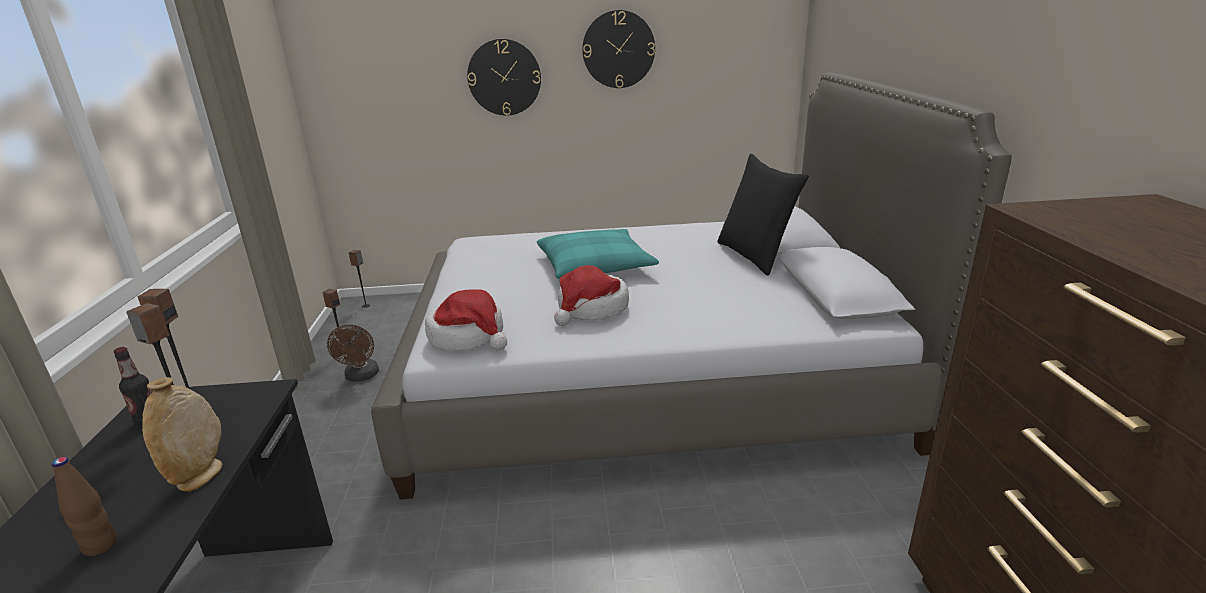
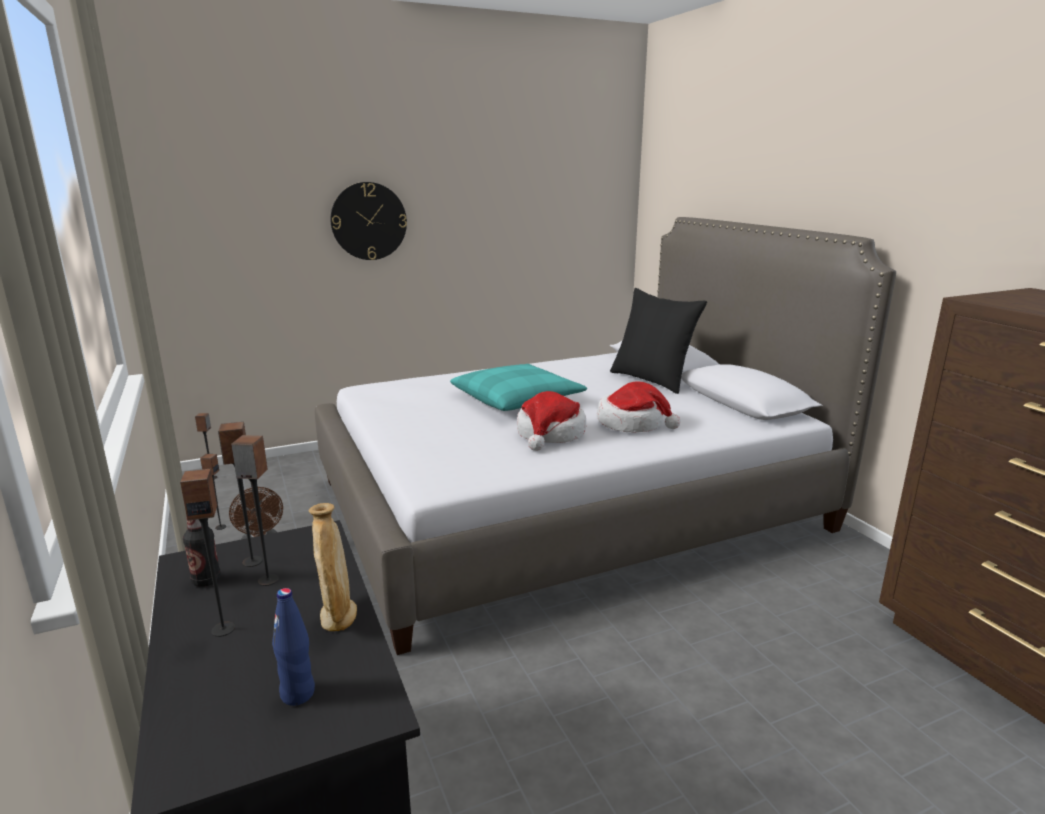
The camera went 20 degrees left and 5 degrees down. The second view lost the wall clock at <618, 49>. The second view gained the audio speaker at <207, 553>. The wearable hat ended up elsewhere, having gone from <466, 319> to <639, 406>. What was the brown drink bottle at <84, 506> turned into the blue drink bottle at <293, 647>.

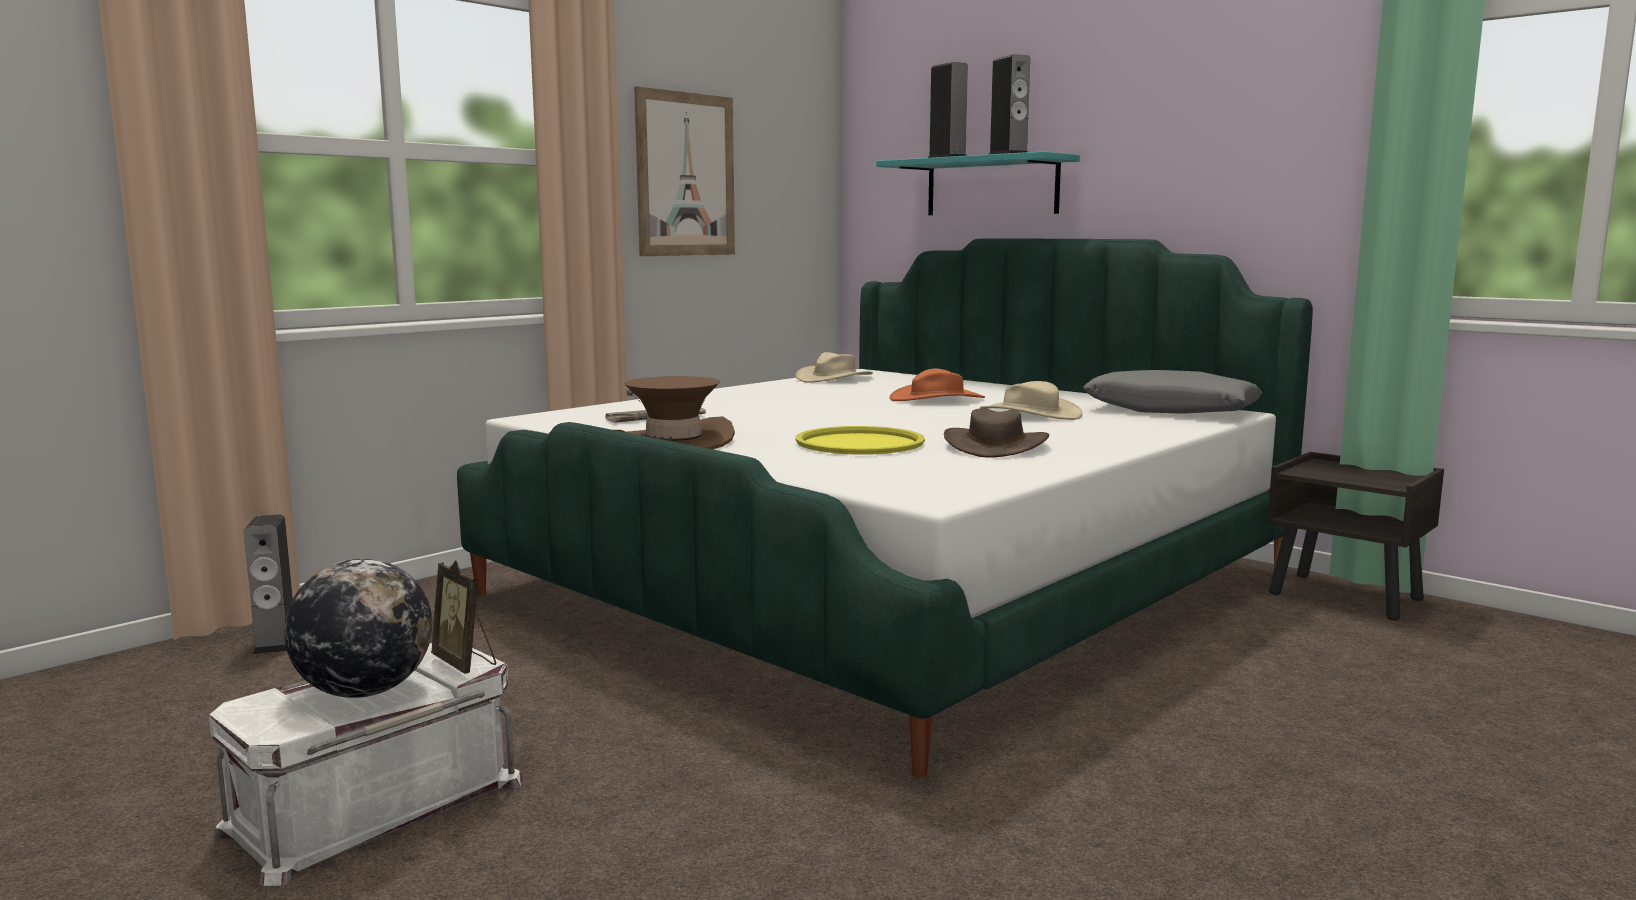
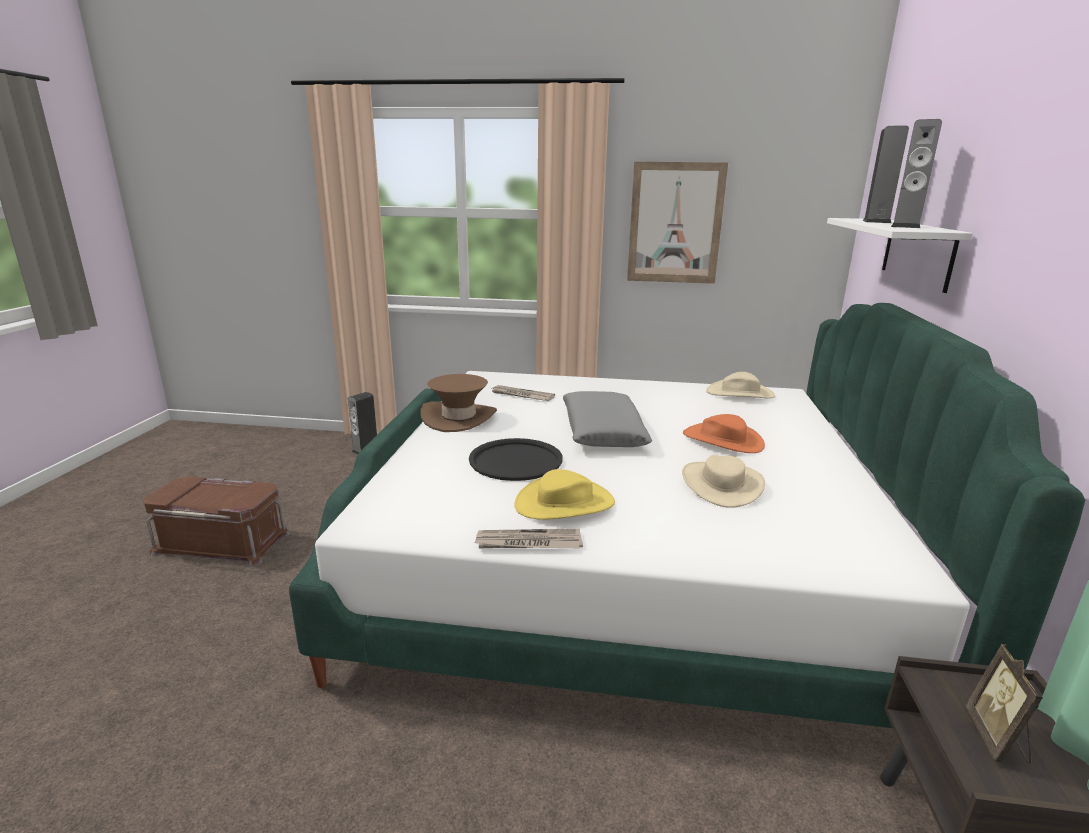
The camera went 55 degrees right and 10 degrees up. The second view lost the desk globe at <358, 628>. The second view gained the daily paper at <529, 538>. The standing frame ended up elsewhere, having gone from <463, 617> to <1004, 703>. The greyish cushion ended up elsewhere, having gone from <1173, 392> to <607, 419>. What was the white storage box at <366, 764> turned into the brown storage box at <216, 521>. What was the yellow serving tray at <860, 440> turned into the black serving tray at <516, 459>. What was the turquoise-coloured shelf at <978, 183> turned into the white shelf at <900, 255>. What was the brown wearable hat at <996, 433> turned into the yellow wearable hat at <565, 494>.

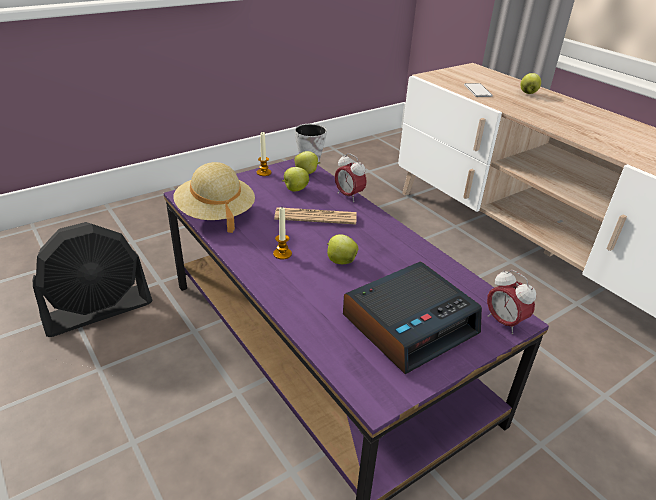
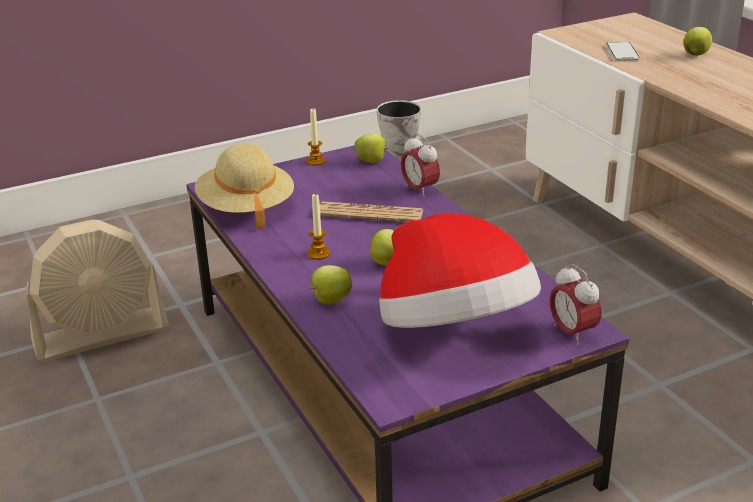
The camera went 10 degrees right and 5 degrees down. The apple fruit ended up elsewhere, having gone from <295, 179> to <330, 284>. Where the alarm clock stood at <412, 318>, the wearable hat came to stand at <460, 270>. What was the black electric fan at <93, 279> turned into the beige electric fan at <97, 291>.

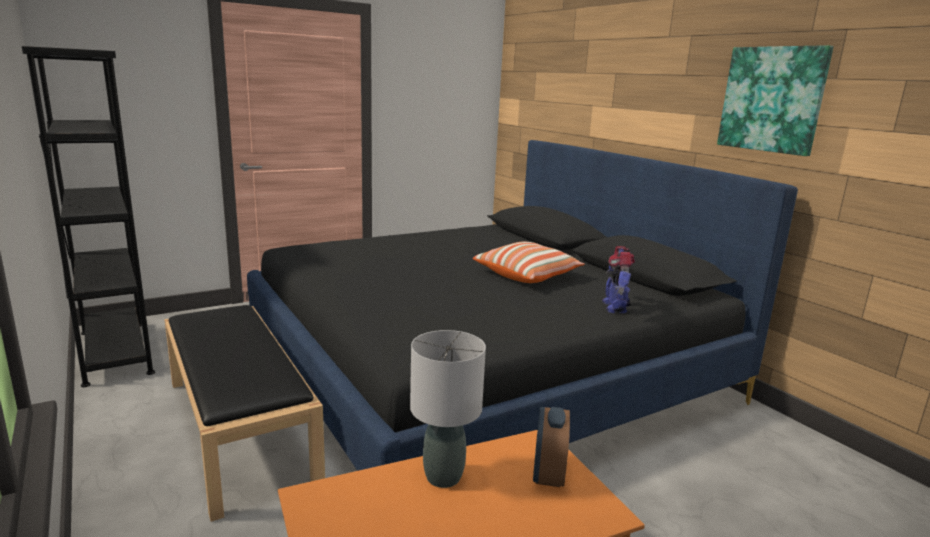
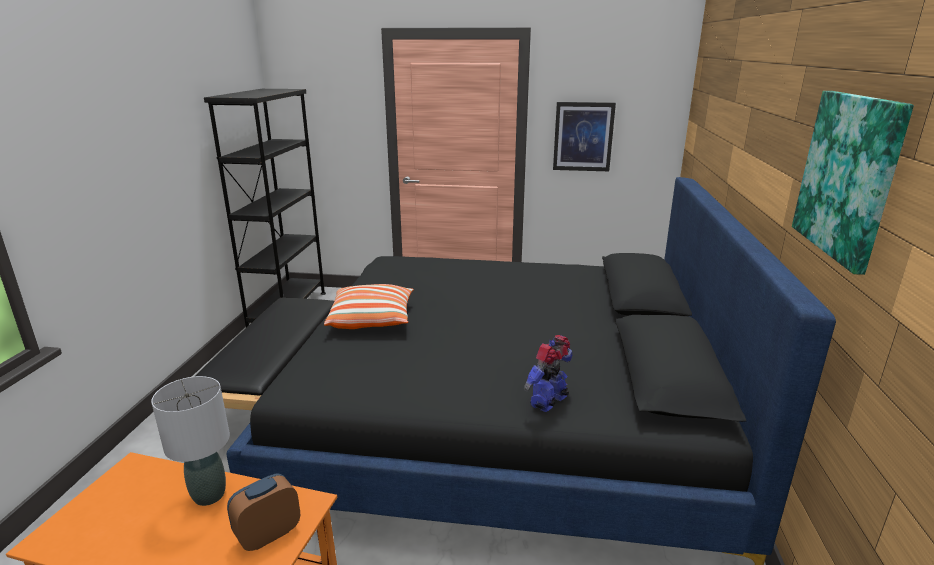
The camera went 40 degrees right and 5 degrees up. The second view gained the picture at <584, 136>. The cushion ended up elsewhere, having gone from <529, 262> to <369, 306>.

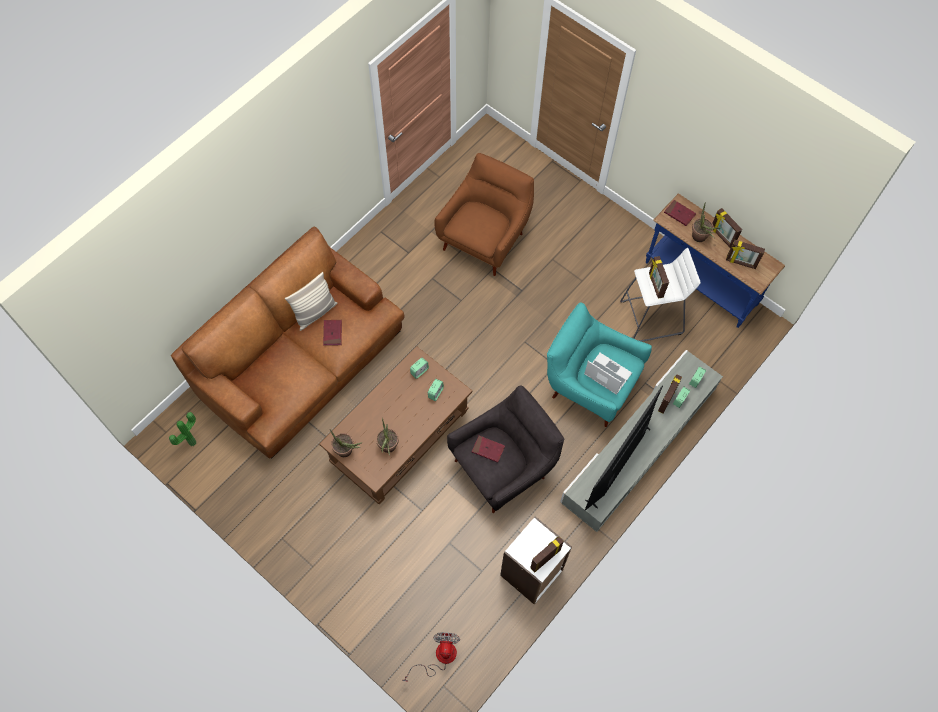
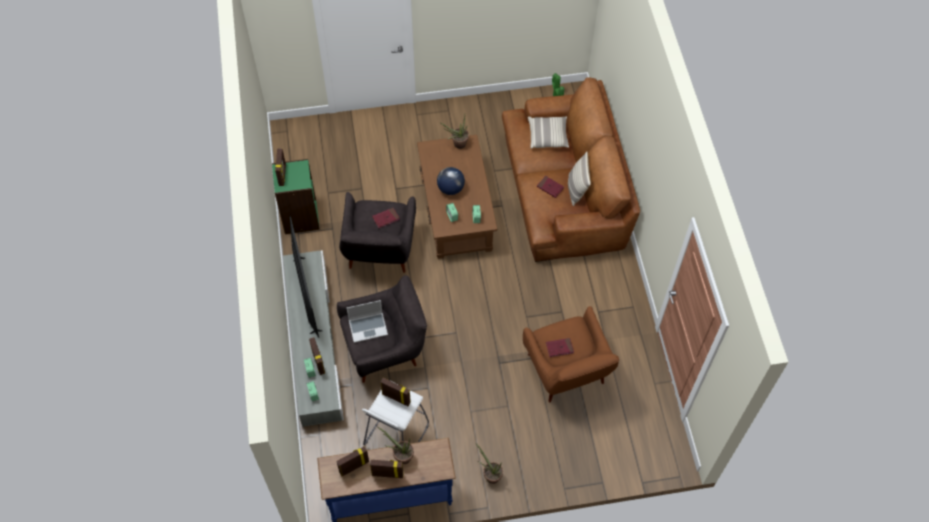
The camera went 130 degrees right and 5 degrees down. The second view lost the electric fan at <431, 656>. The second view gained the desk globe at <451, 181>. The second view gained the cushion at <548, 132>. The plant in a pot ended up elsewhere, having gone from <387, 437> to <489, 464>. The reddish volume ended up elsewhere, having gone from <680, 213> to <560, 347>. What was the white bookcase at <536, 561> turned into the greenish bookcase at <296, 196>. What was the turquoise-coloured armchair at <599, 365> turned into the greyish armchair at <382, 329>.

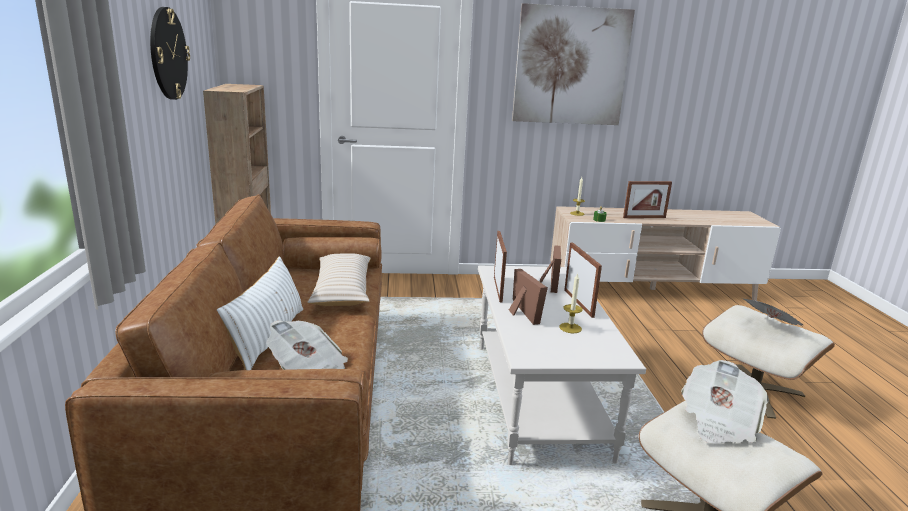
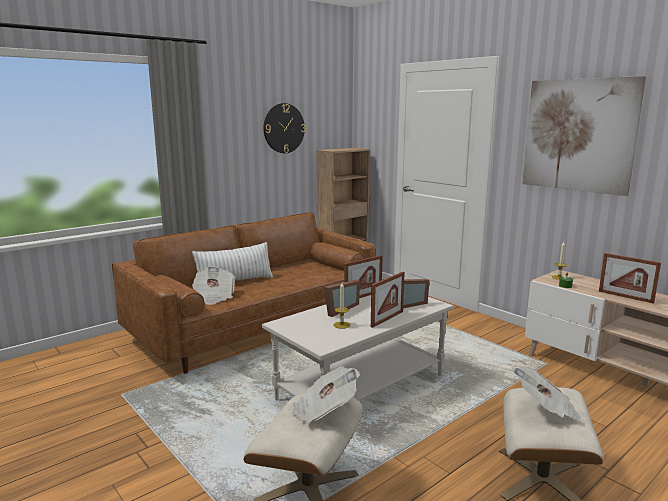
The camera went 55 degrees right and 5 degrees down. The second view lost the beige cushion at <339, 279>.

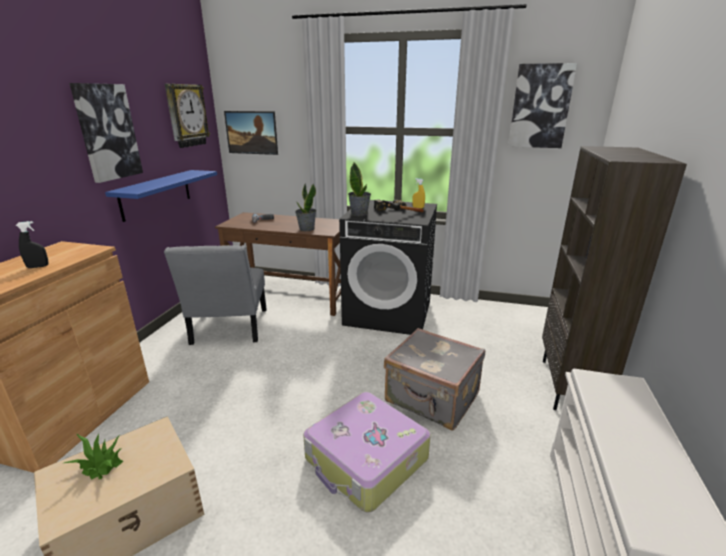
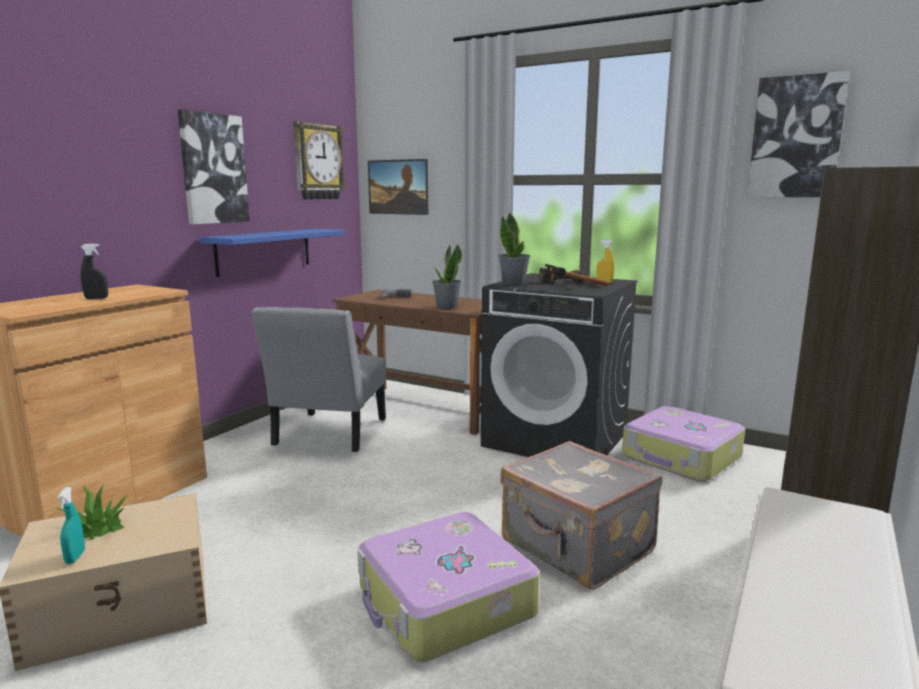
The camera went 15 degrees right and 10 degrees down. The second view gained the turquoise-coloured spray bottle at <71, 525>. The second view gained the suitcase at <683, 444>.

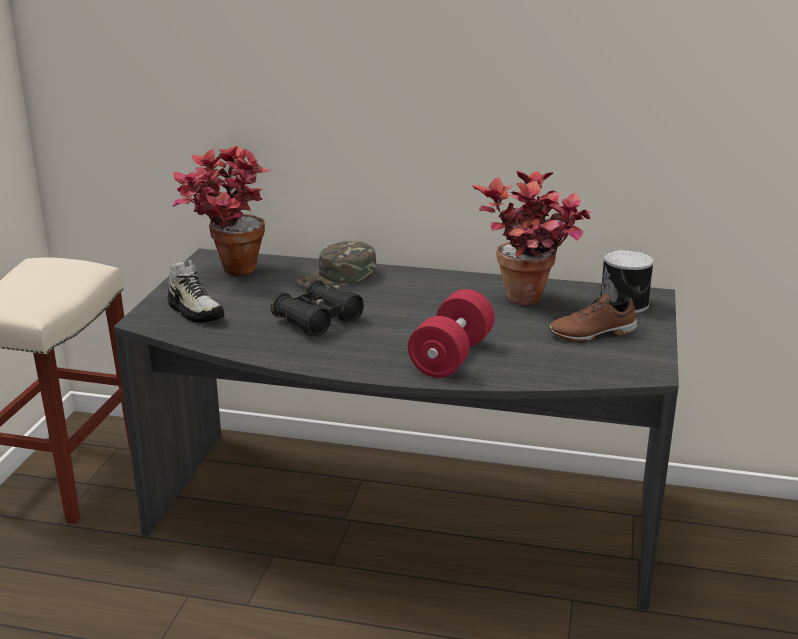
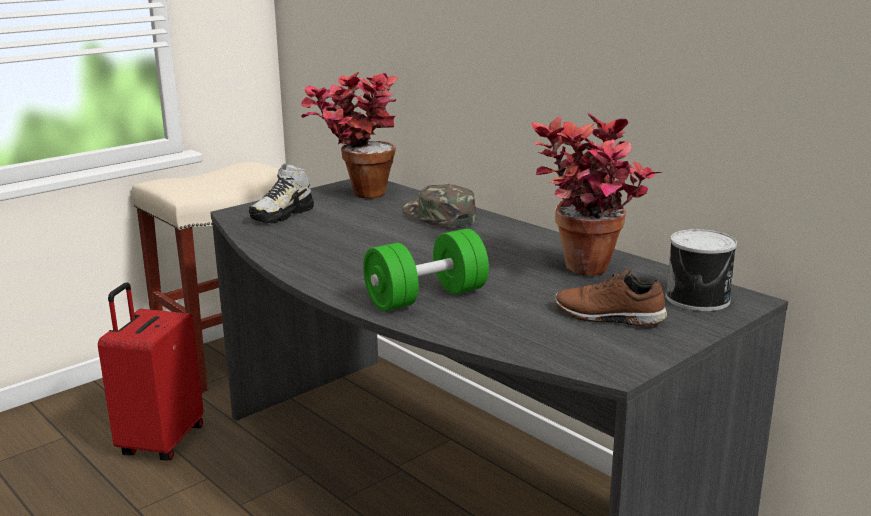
The camera went 35 degrees right and 5 degrees down. The second view lost the black pair of binoculars at <317, 308>. The second view gained the reddish suitcase at <151, 372>. What was the reddish dumbbell at <451, 333> turned into the greenish dumbbell at <426, 270>. The low shoe at <196, 291> ended up facing another way, 45 degrees clockwise from before. The greenish peaked cap at <336, 265> ended up facing another way, 60 degrees clockwise from before.

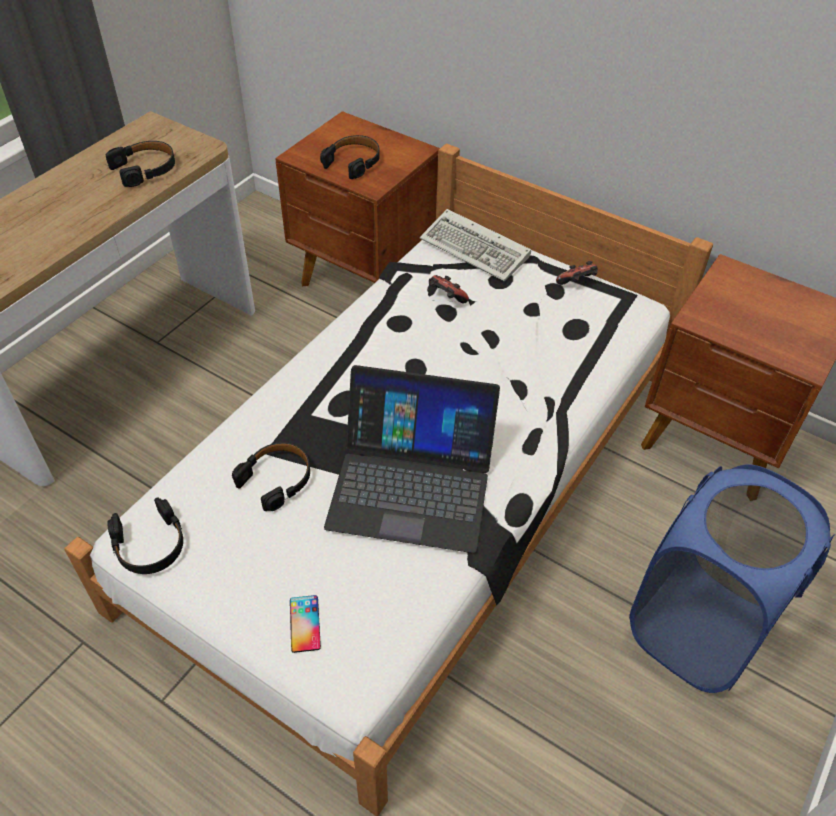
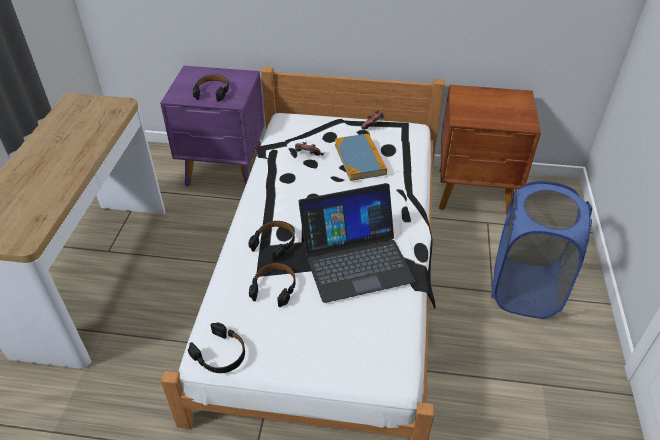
The camera went 25 degrees left and 5 degrees down. The second view lost the phone at <305, 624>. The second view lost the PC keyboard at <475, 245>. The second view gained the volume at <361, 157>. The black headset ended up elsewhere, having gone from <140, 164> to <271, 241>. What was the brown nightstand at <357, 198> turned into the purplish nightstand at <212, 126>.

